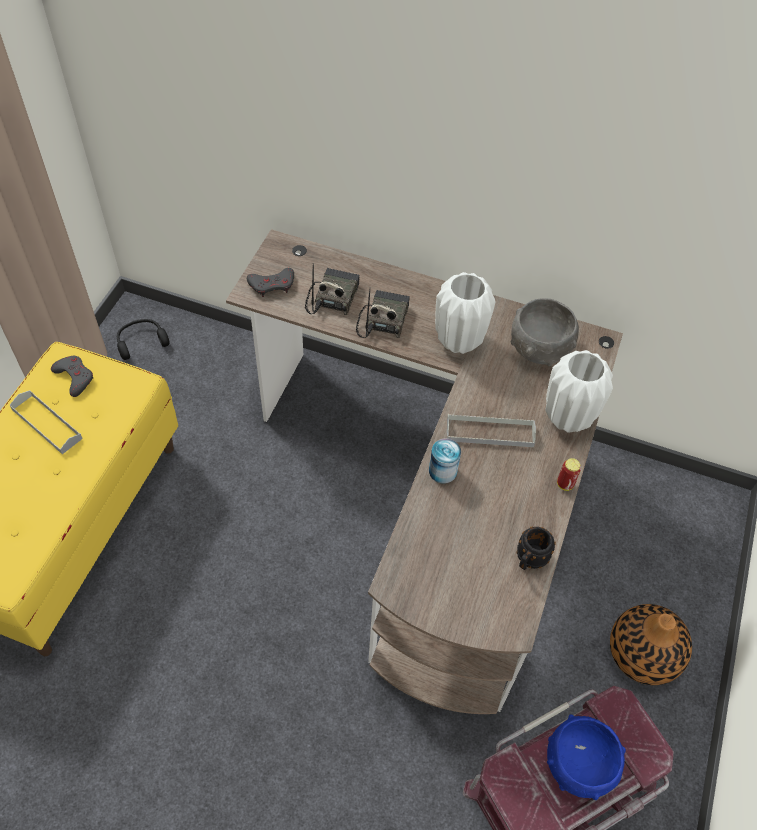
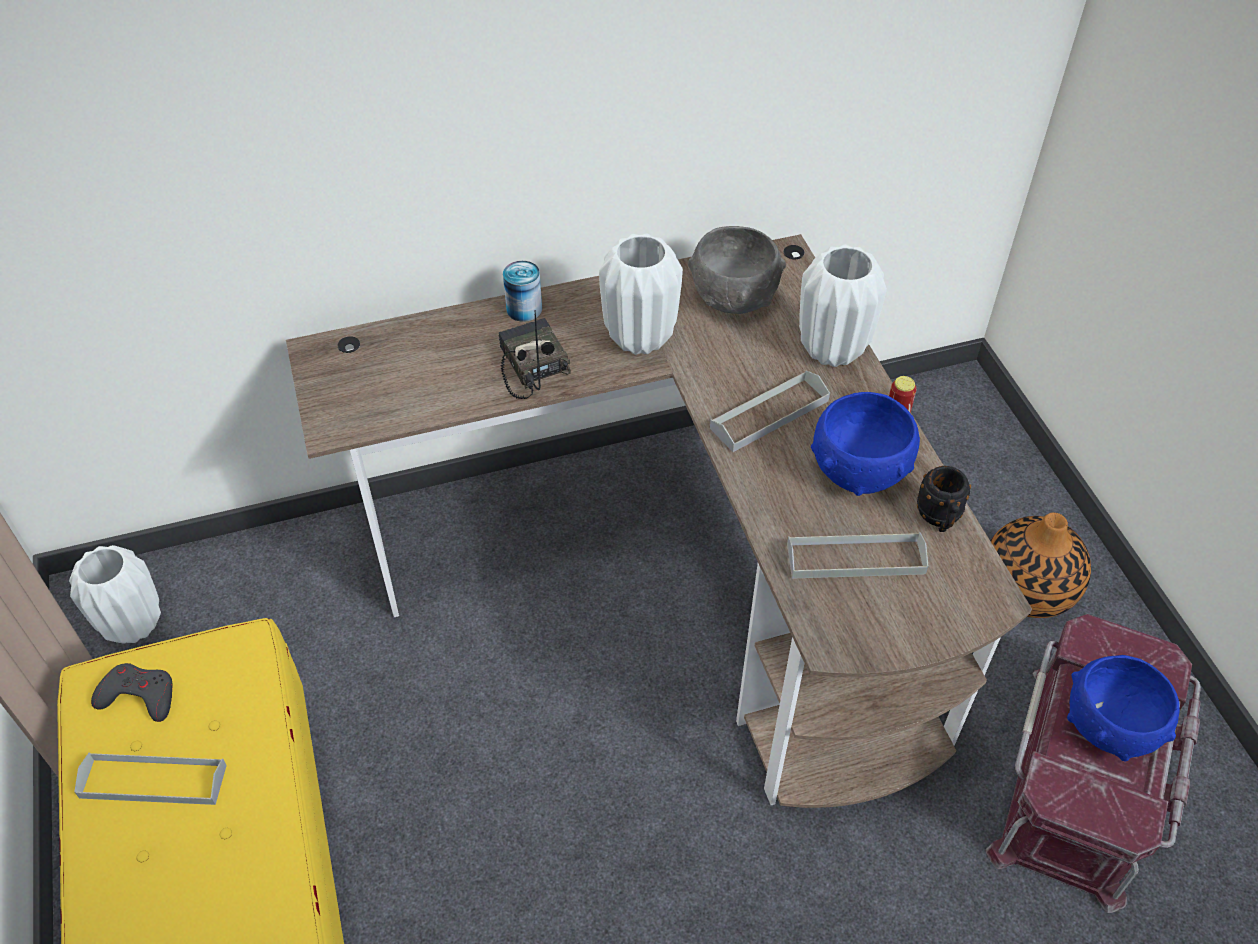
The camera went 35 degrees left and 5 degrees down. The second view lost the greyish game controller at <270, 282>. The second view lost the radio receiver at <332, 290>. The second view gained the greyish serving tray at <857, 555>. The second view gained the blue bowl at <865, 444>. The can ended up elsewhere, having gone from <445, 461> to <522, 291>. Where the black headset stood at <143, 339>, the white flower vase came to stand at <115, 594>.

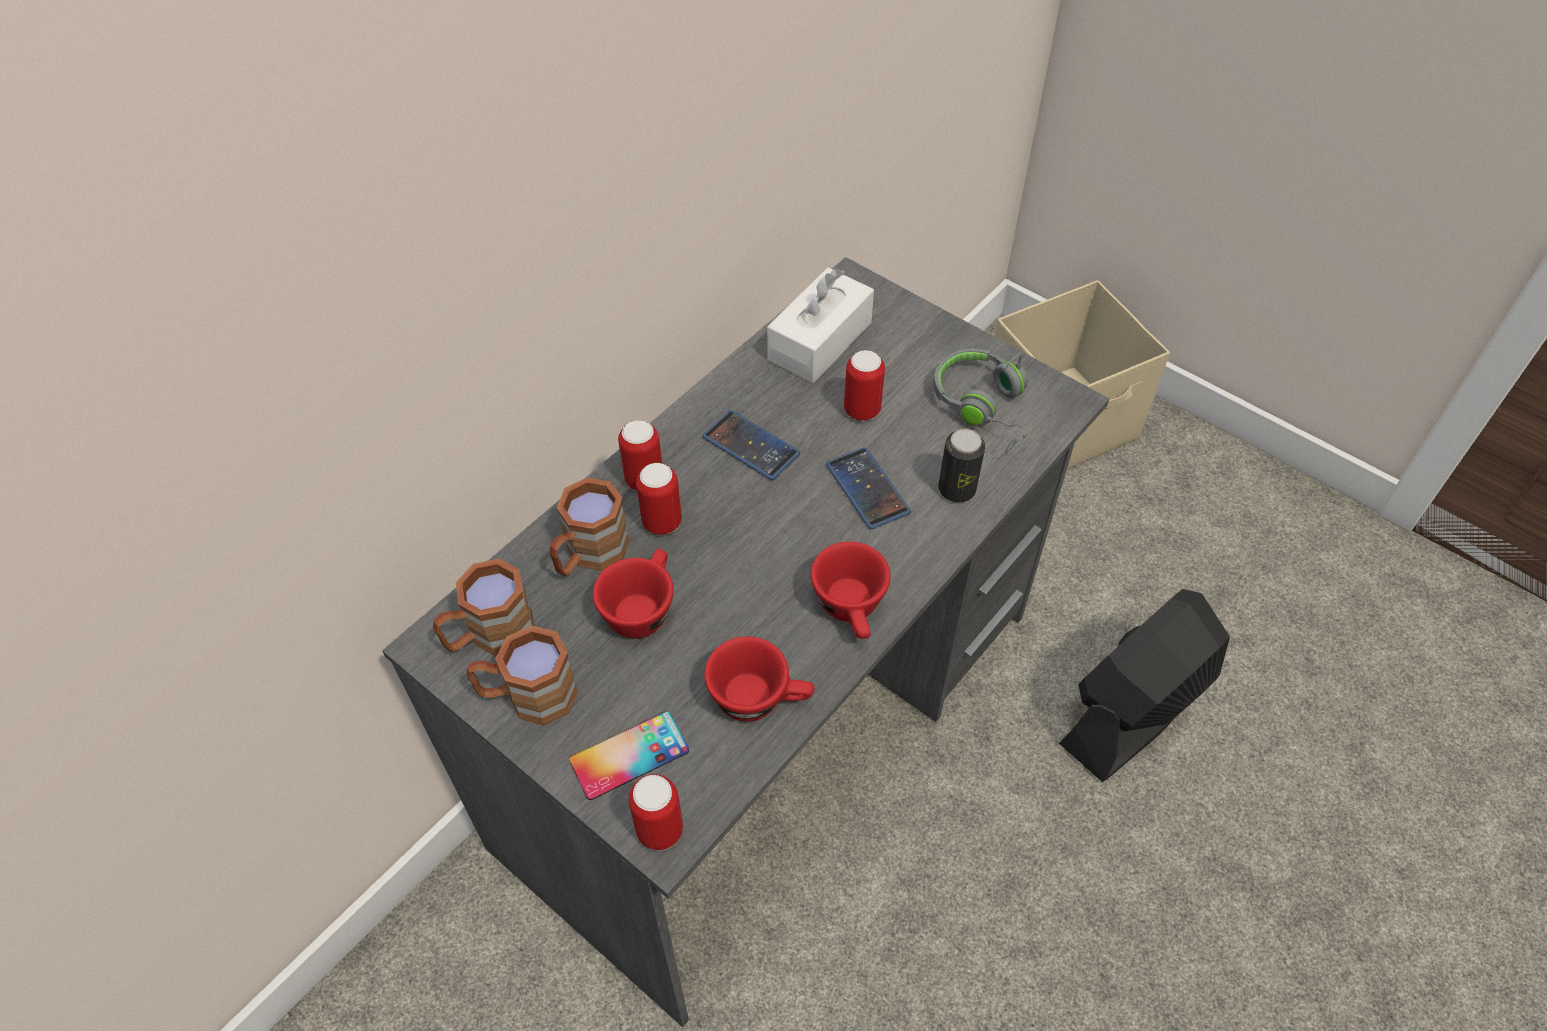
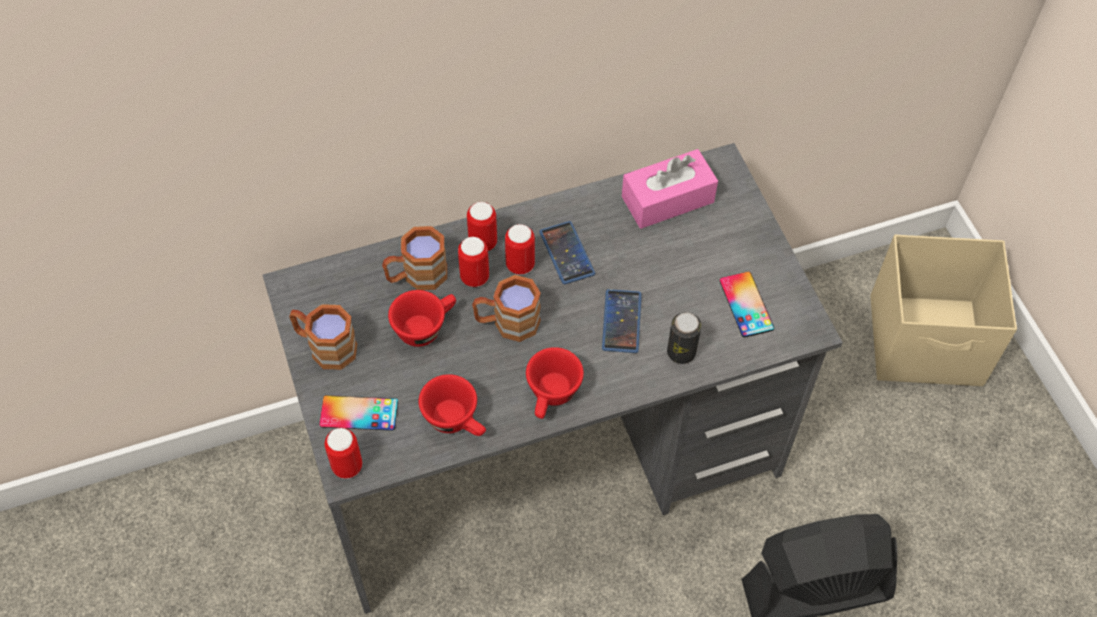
The camera went 30 degrees right and 5 degrees up. The brown coffee mug ended up elsewhere, having gone from <483, 607> to <506, 308>. The can ended up elsewhere, having gone from <864, 385> to <520, 249>. Where the greyish headset stood at <981, 401>, the phone came to stand at <747, 304>. What was the white box of tissues at <820, 325> turned into the pinkish box of tissues at <670, 189>.

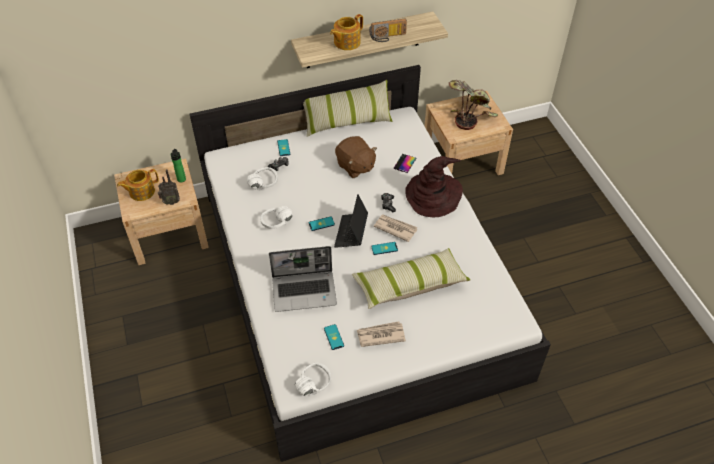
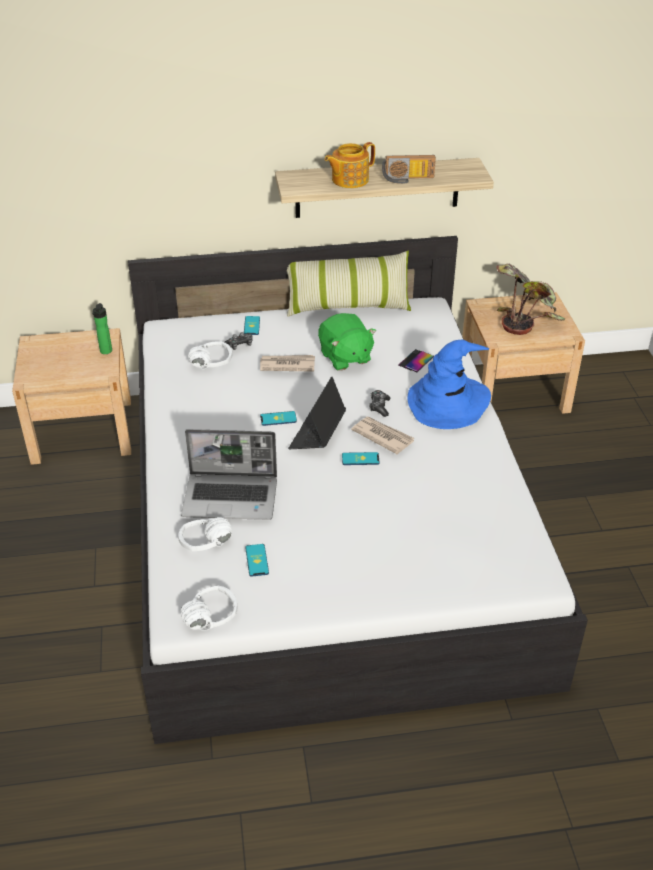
The camera went 10 degrees right and 10 degrees down. The second view lost the tea pot at <138, 185>. The second view lost the radio receiver at <169, 187>. The second view lost the cushion at <411, 278>. The white headset ended up elsewhere, having gone from <276, 217> to <205, 534>. The daily paper ended up elsewhere, having gone from <381, 334> to <287, 363>. What was the brown soft toy at <356, 157> turned into the greenish soft toy at <347, 342>. What was the brown wearable hat at <434, 186> turned into the blue wearable hat at <449, 384>.

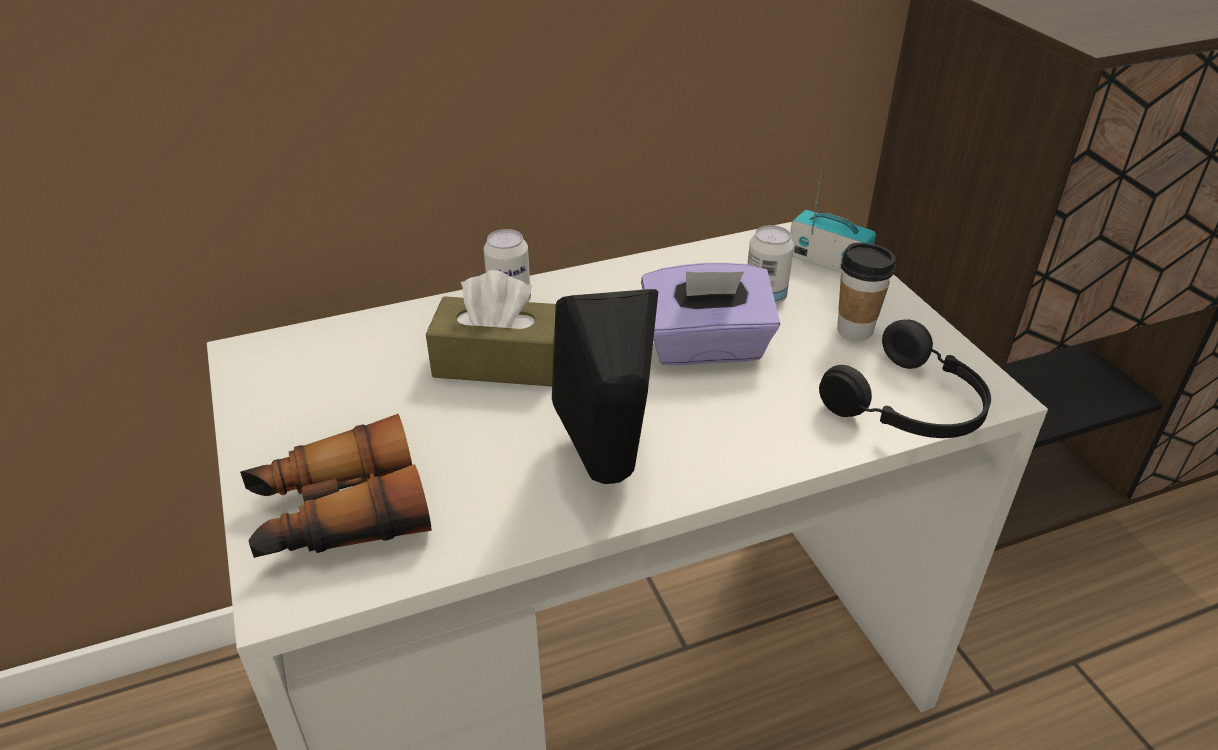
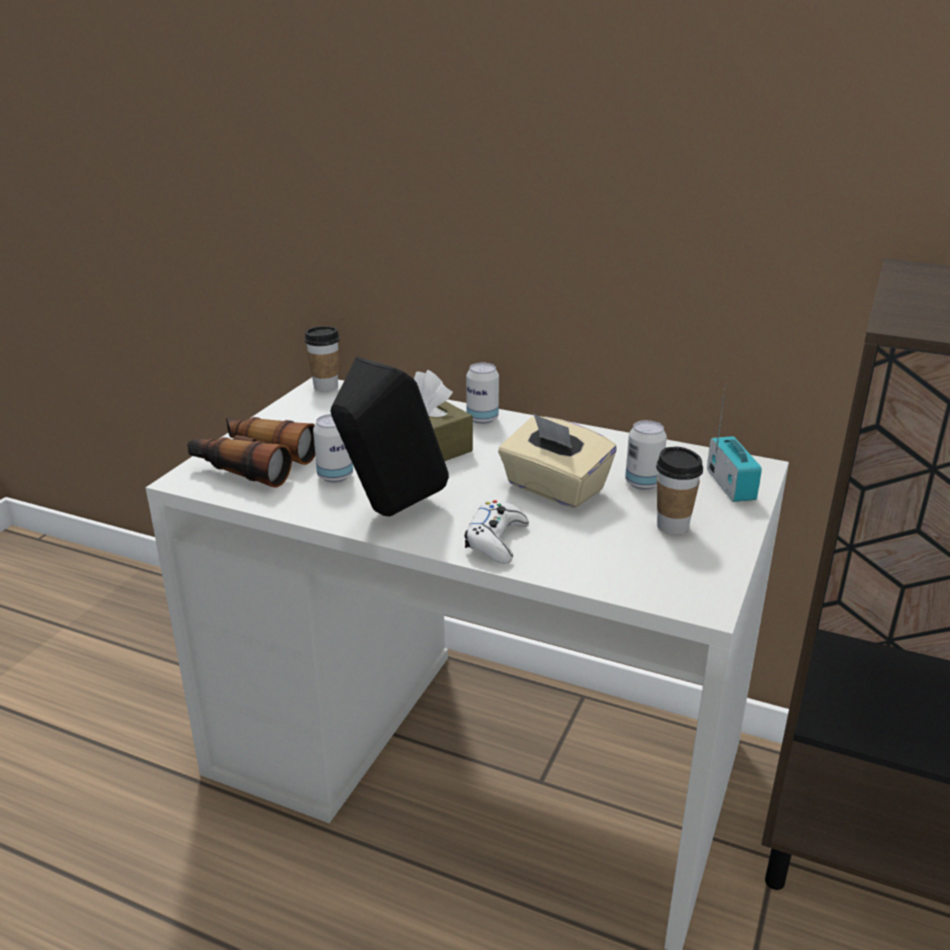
The camera went 45 degrees right and 10 degrees down. The second view lost the black headset at <905, 379>. The second view gained the small cup at <322, 359>. The second view gained the can at <333, 448>. The second view gained the white game controller at <496, 532>. What was the purplish box of tissues at <710, 314> turned into the beige box of tissues at <557, 460>.

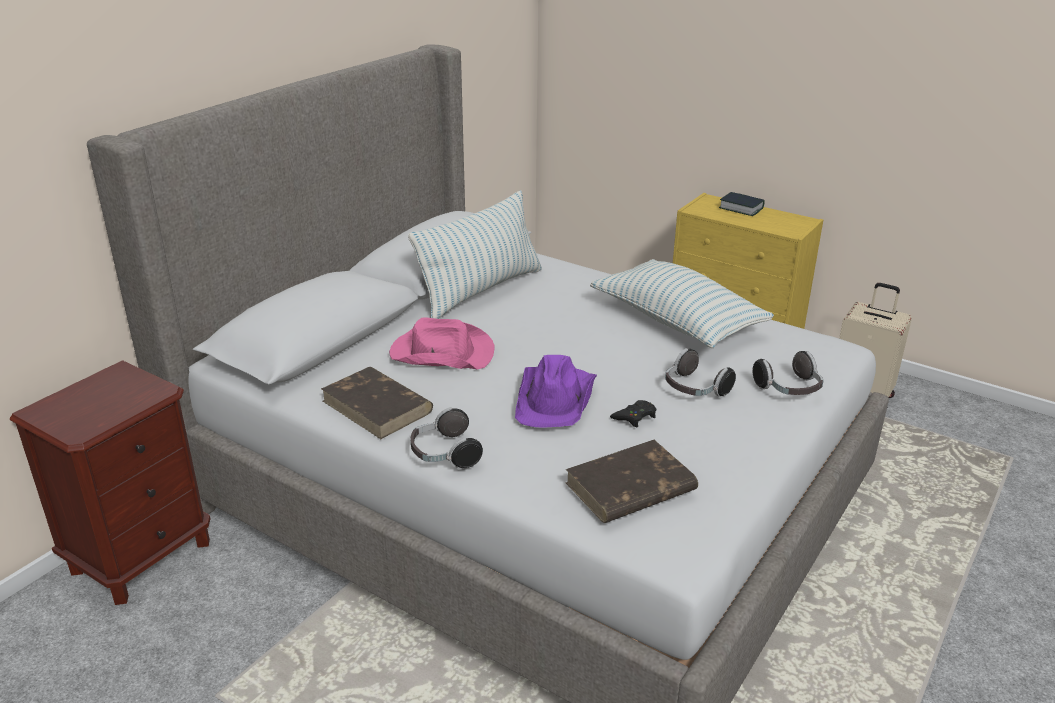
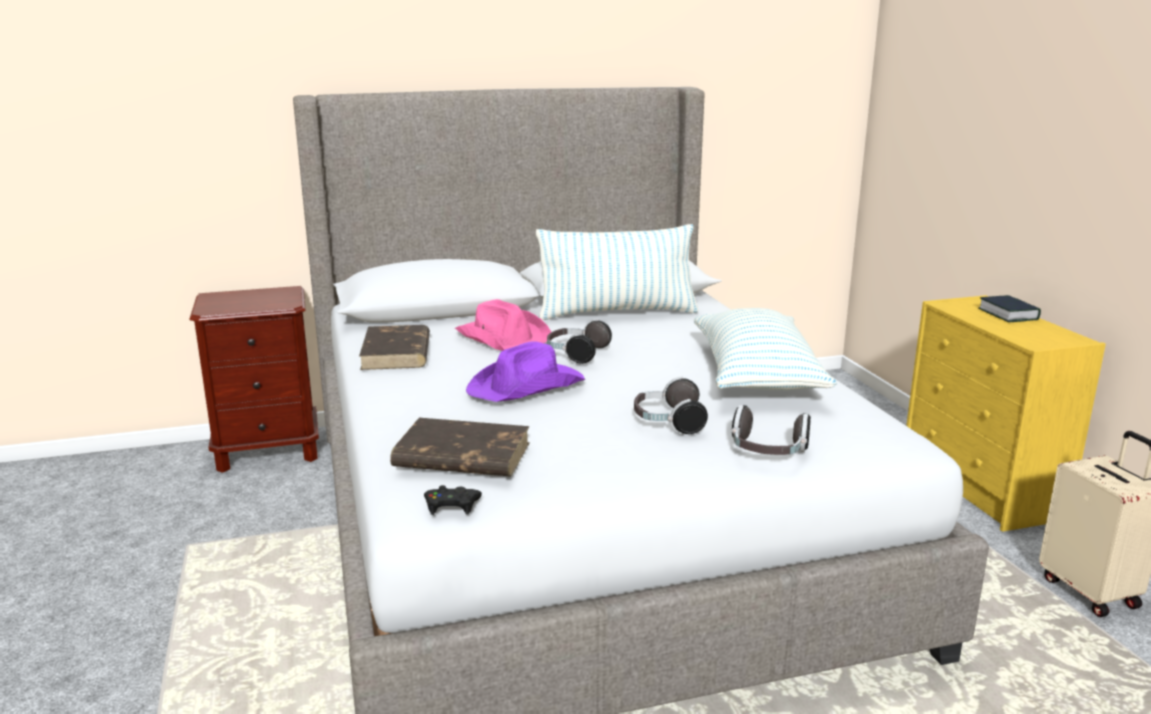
The camera went 40 degrees right and 10 degrees down. The headset ended up elsewhere, having gone from <447, 438> to <579, 342>. The black game controller ended up elsewhere, having gone from <633, 413> to <453, 500>.

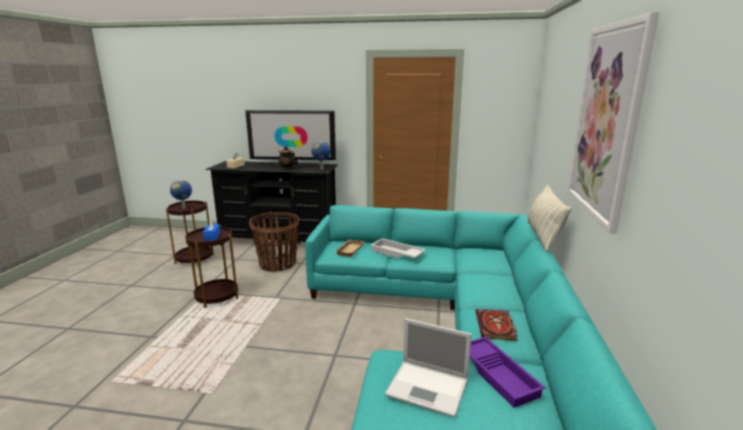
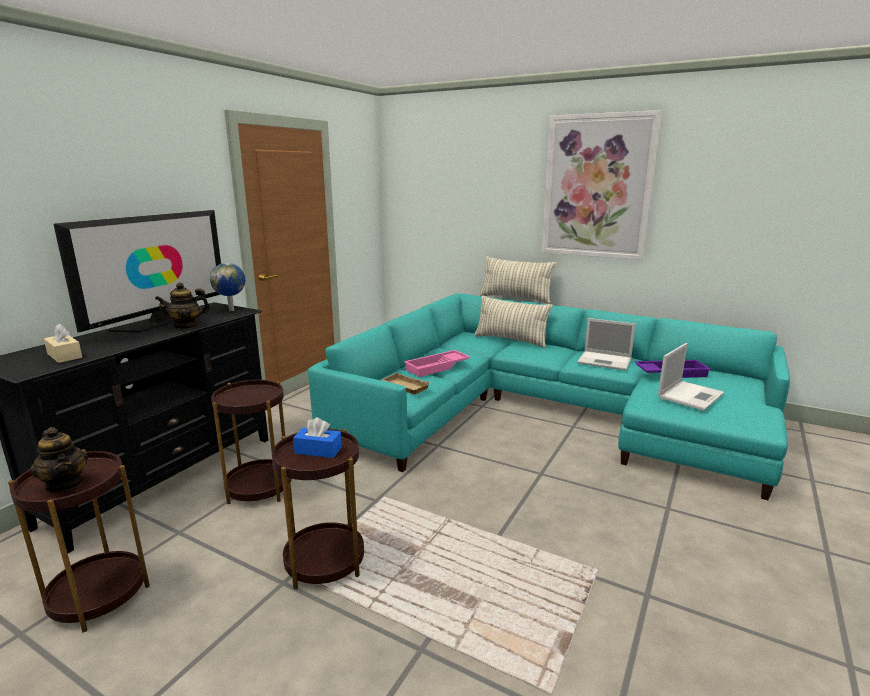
The camera went 70 degrees left and 0 degrees up. The second view gained the cushion at <513, 322>. Where the desk globe stood at <181, 194>, the tea pot came to stand at <59, 459>. Where the household basket stood at <274, 242>, the brown accent table came to stand at <251, 442>. Where the volume stood at <496, 325>, the portable computer came to stand at <606, 344>. What was the white serving tray at <398, 248> turned into the pinkish serving tray at <437, 363>.

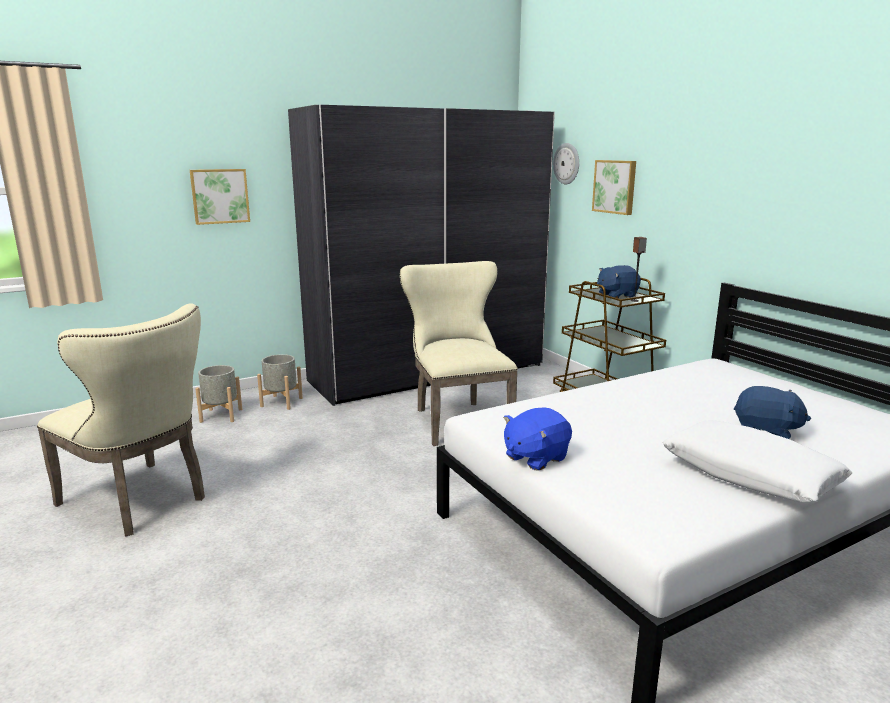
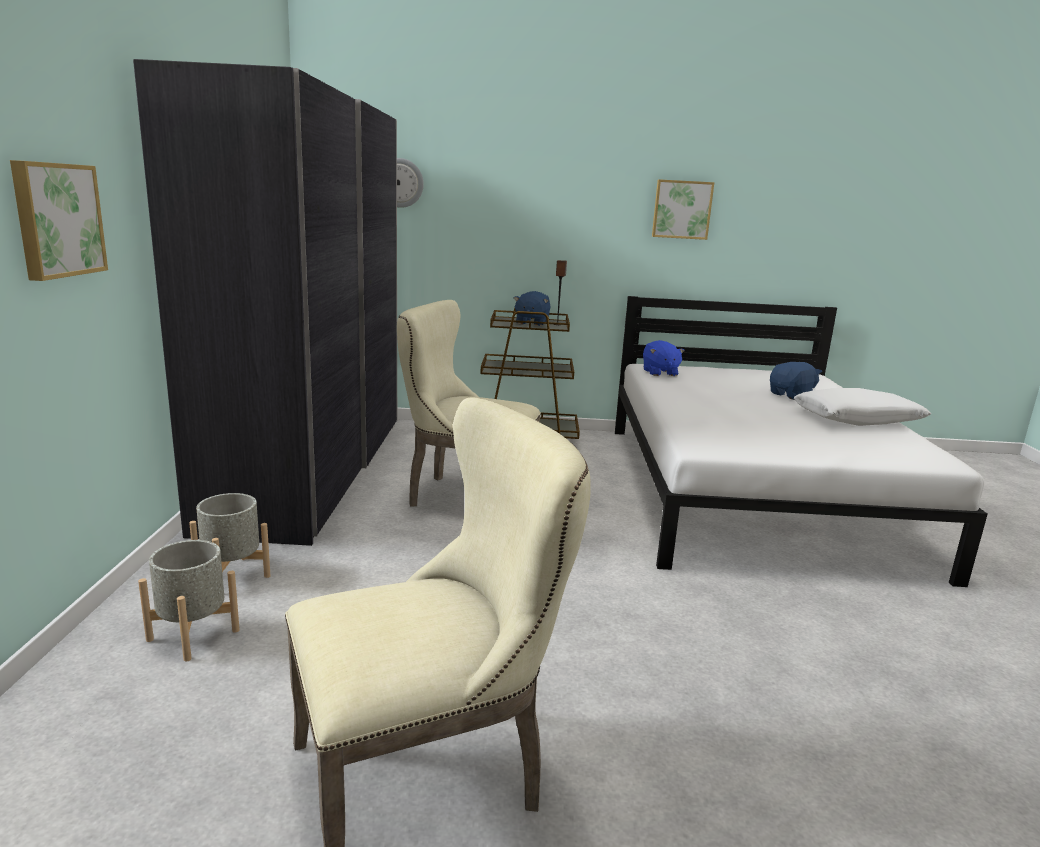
The camera went 60 degrees left and 0 degrees up. The blue soft toy ended up elsewhere, having gone from <537, 438> to <664, 358>. The picture ended up elsewhere, having gone from <614, 187> to <683, 209>.

